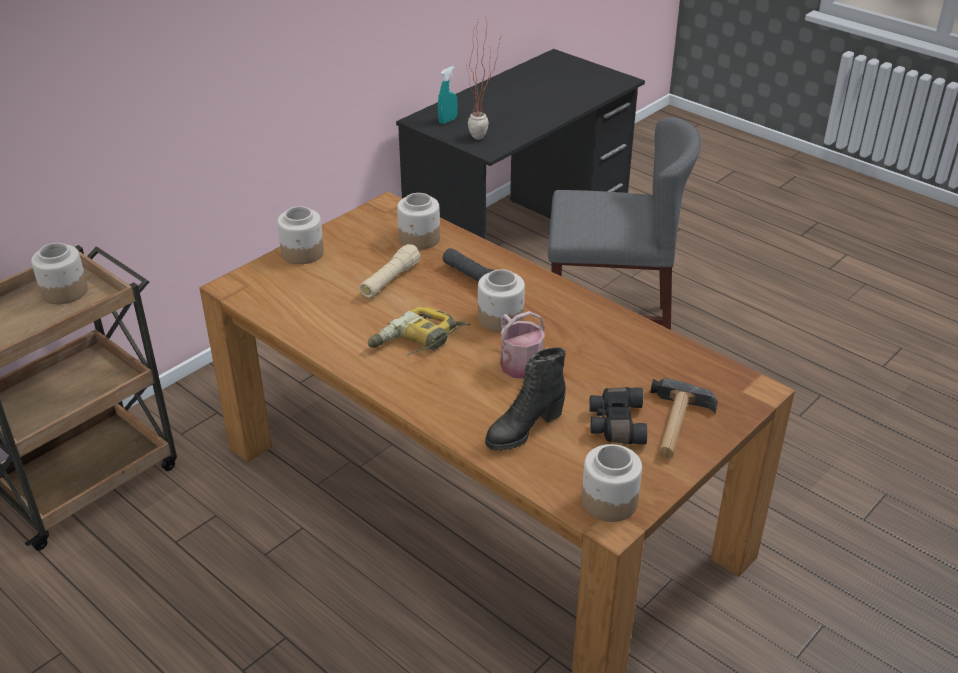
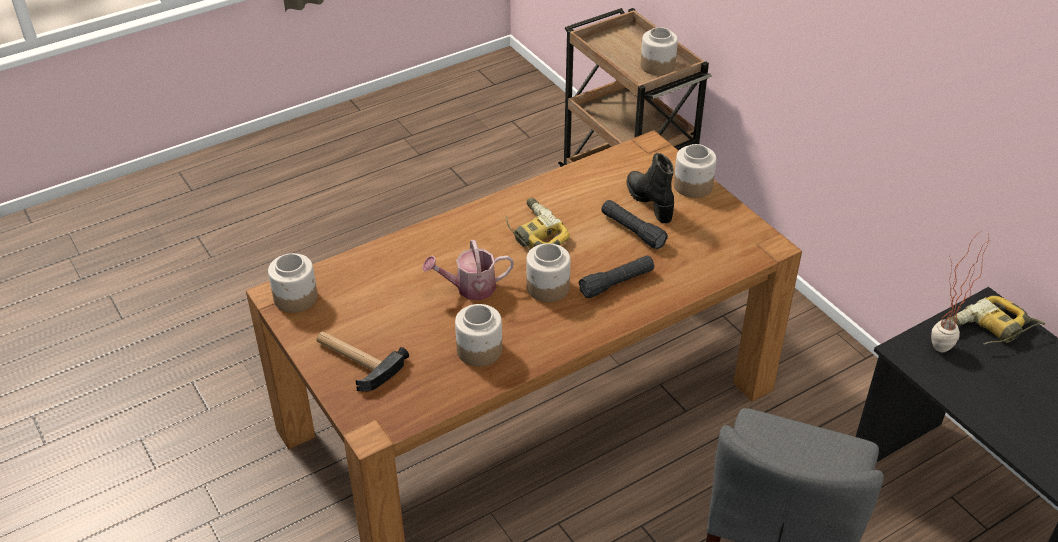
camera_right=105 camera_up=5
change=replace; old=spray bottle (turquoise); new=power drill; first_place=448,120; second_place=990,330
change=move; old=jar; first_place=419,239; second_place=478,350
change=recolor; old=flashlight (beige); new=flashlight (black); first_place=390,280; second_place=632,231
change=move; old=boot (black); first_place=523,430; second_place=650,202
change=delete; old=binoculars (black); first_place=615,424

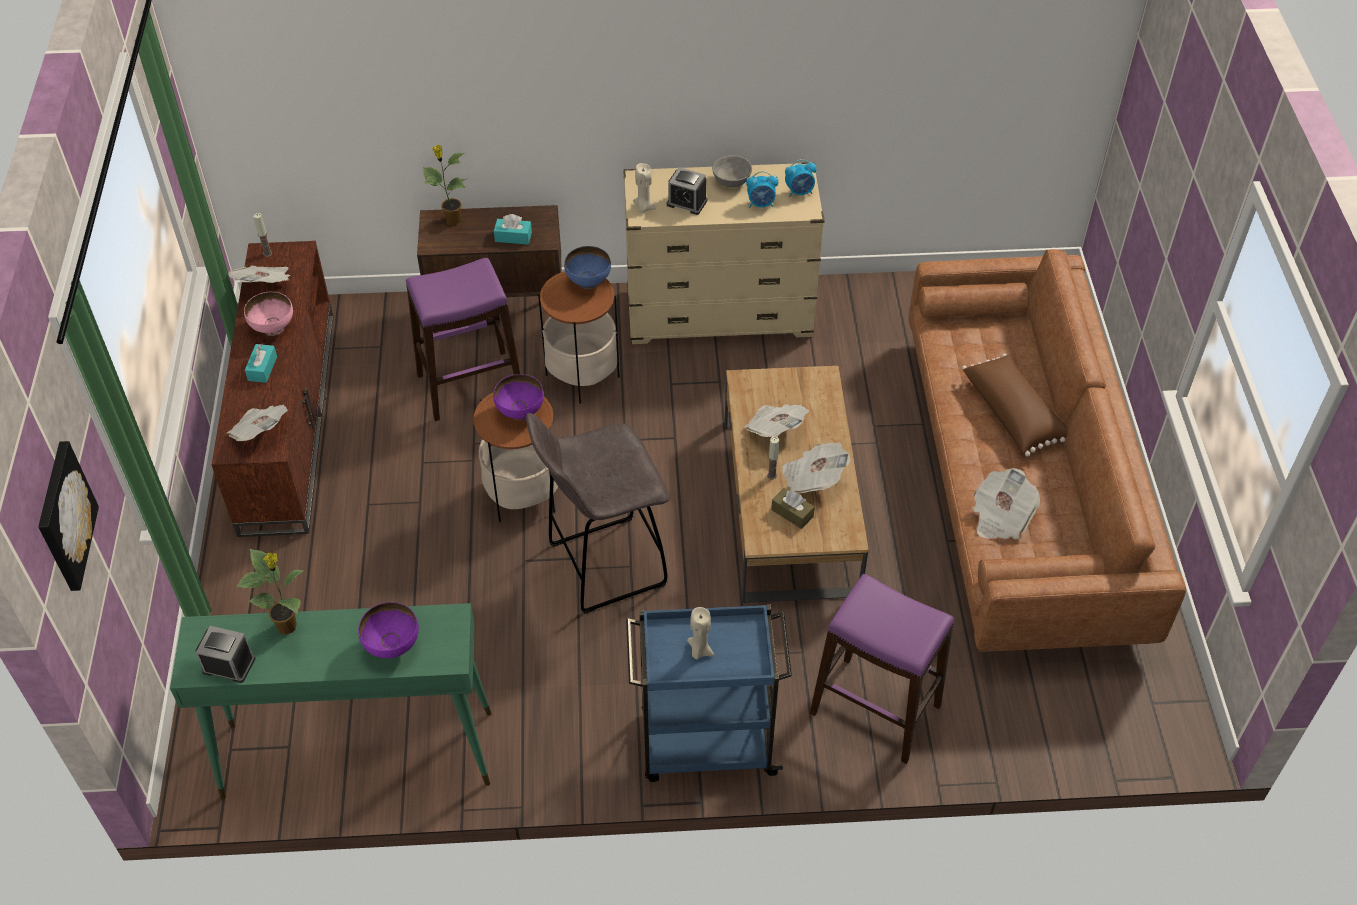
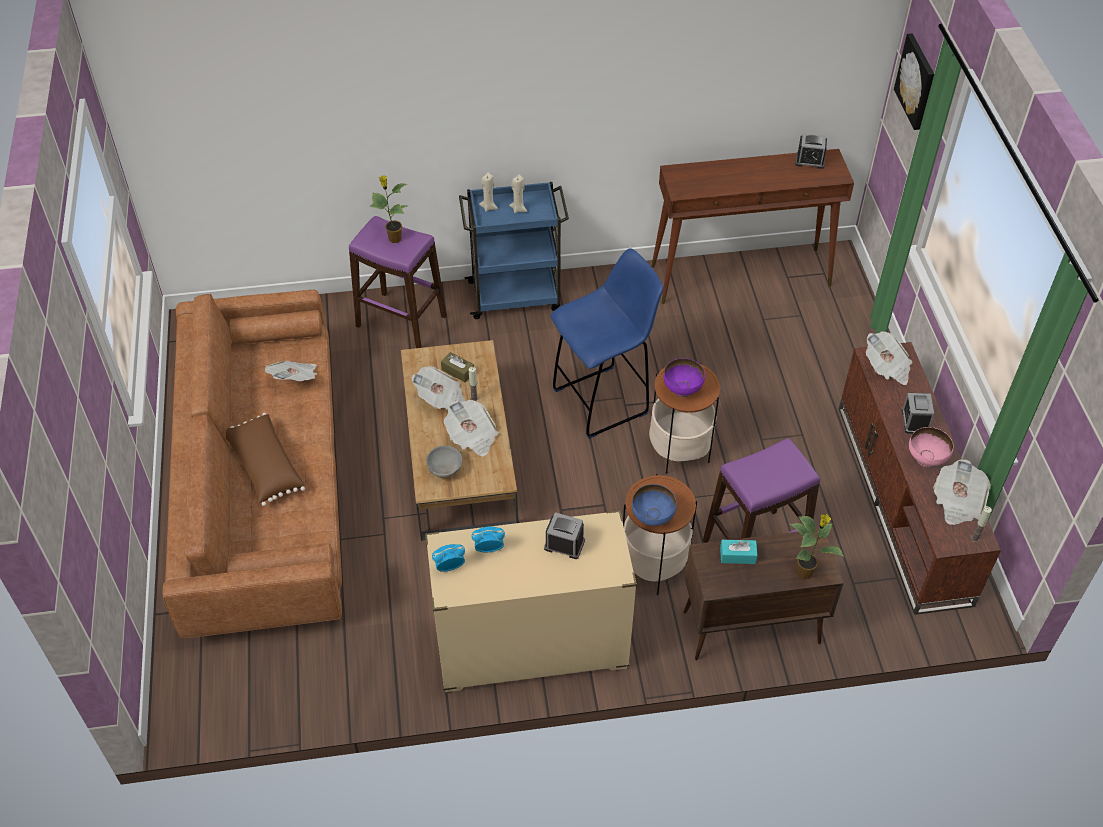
camera_right=175 camera_up=0
change=move; old=bowl (grey); first_place=731,182; second_place=445,470
change=move; old=candle (beige); first_place=643,208; second_place=489,207
change=replace; old=tissue box (turquoise); new=alarm clock; first_place=262,368; second_place=914,421
change=recolor; old=stool (grey); new=stool (blue); first_place=603,565; second_place=603,401
change=move; old=potted plant; first_place=288,626; second_place=394,238
change=delete; old=bowl (purple); first_place=392,646
change=recolor; old=console table (green); new=console table (brown); first_place=356,754; second_place=741,275

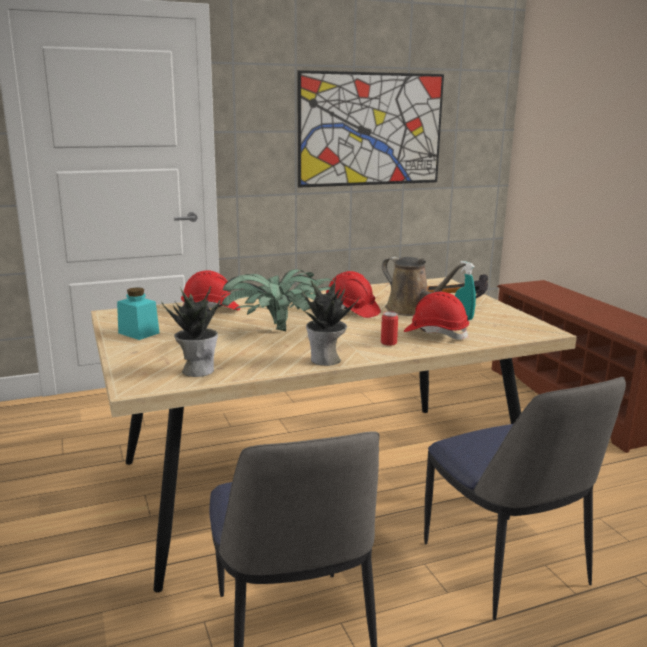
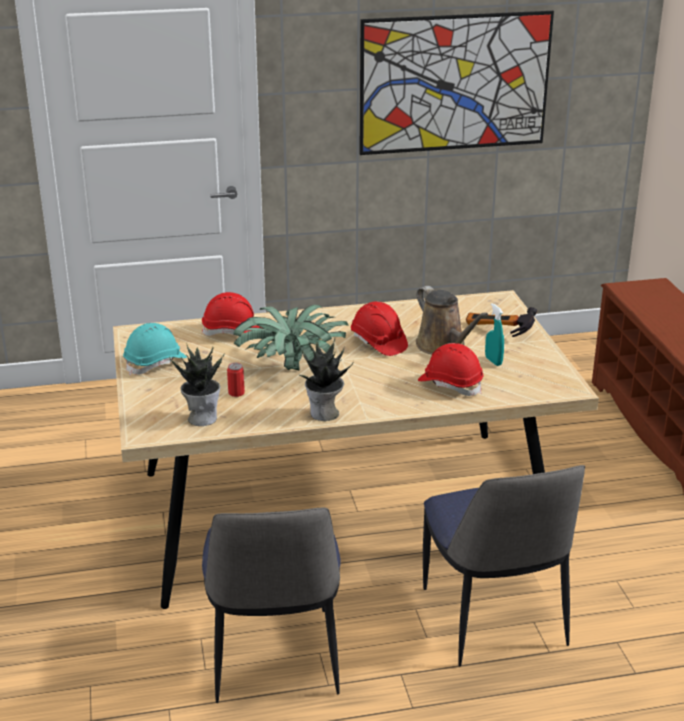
camera_right=10 camera_up=10
change=replace; old=jar (turquoise); new=hard hat (turquoise); first_place=139,333; second_place=155,363
change=move; old=can; first_place=388,343; second_place=236,393

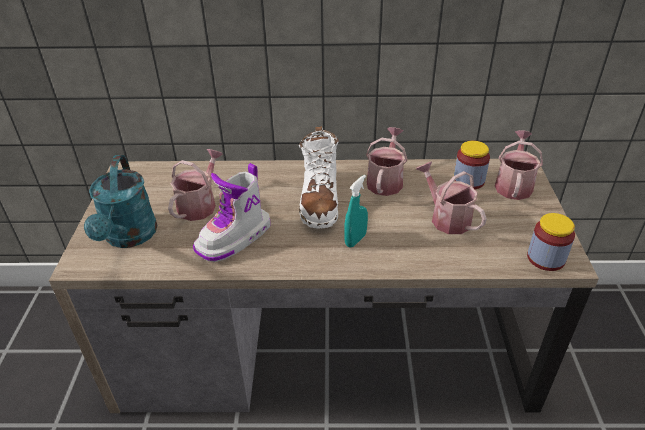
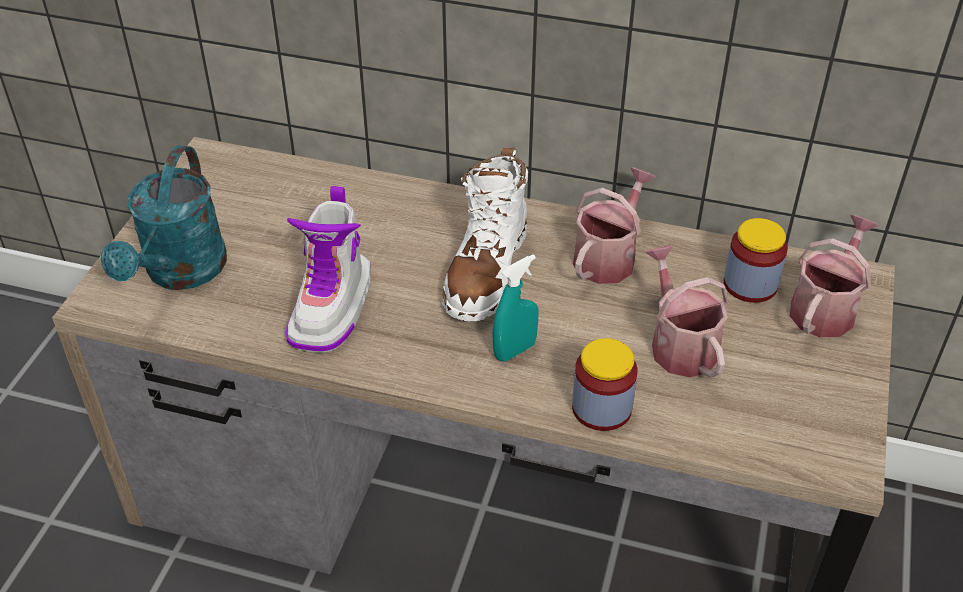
camera_right=15 camera_up=5
change=delete; old=watering can; first_place=200,204
change=rotate; old=boot; first_place=235,238; second_place=332,308; degrees=-45
change=move; old=jar; first_place=546,258; second_place=601,408

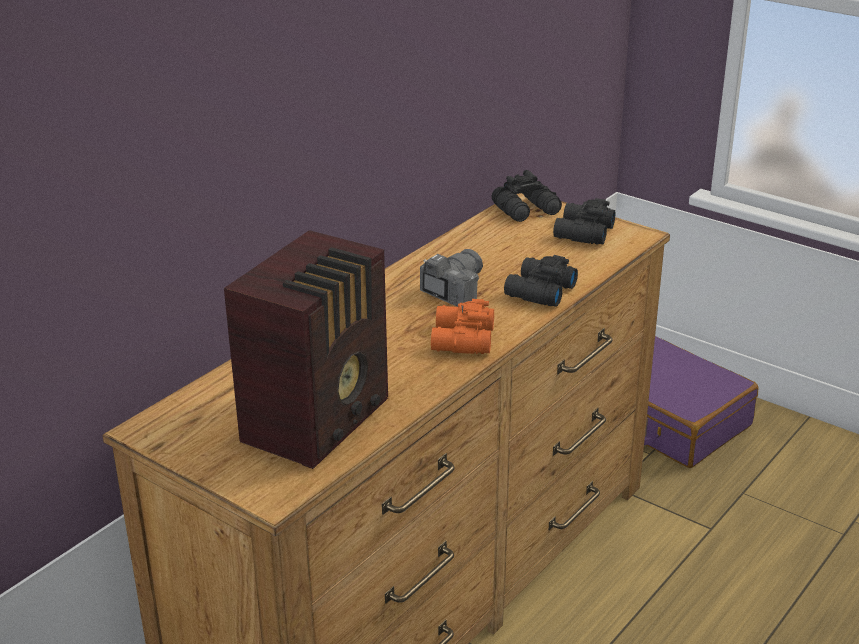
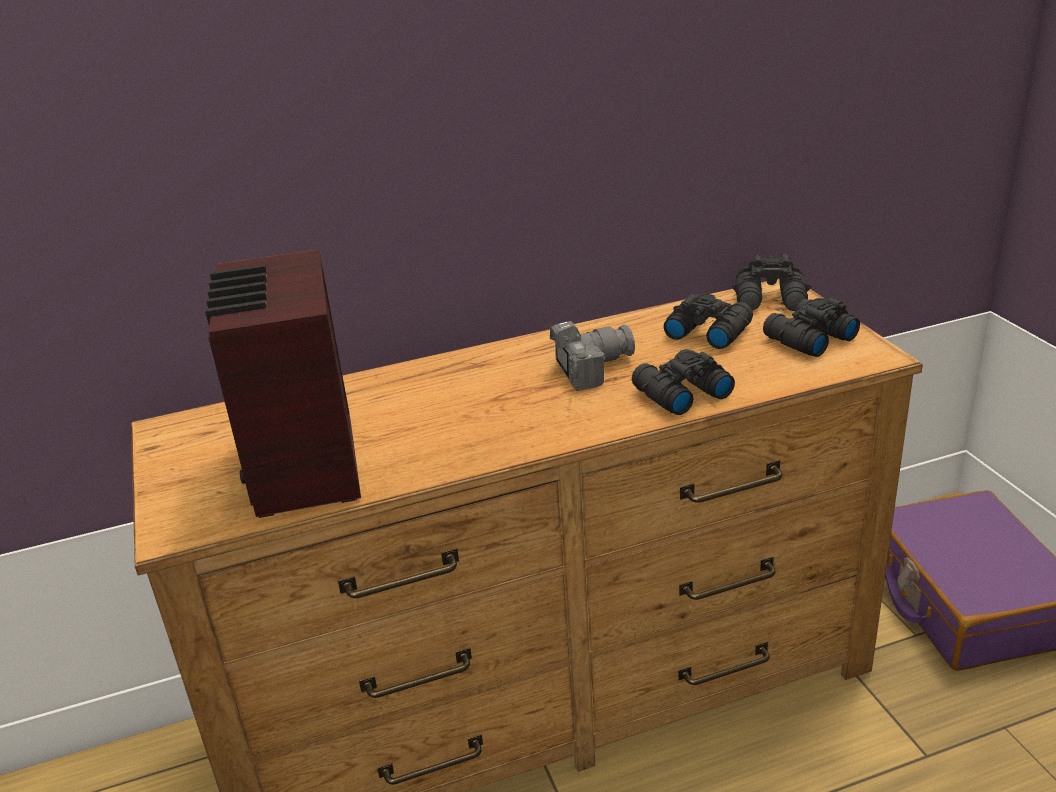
camera_right=35 camera_up=0
change=rotate; old=radio; first_place=320,420; second_place=303,468; degrees=105
change=delete; old=binoculars (orange); first_place=461,340
change=insert; new=binoculars (black); second_place=707,331

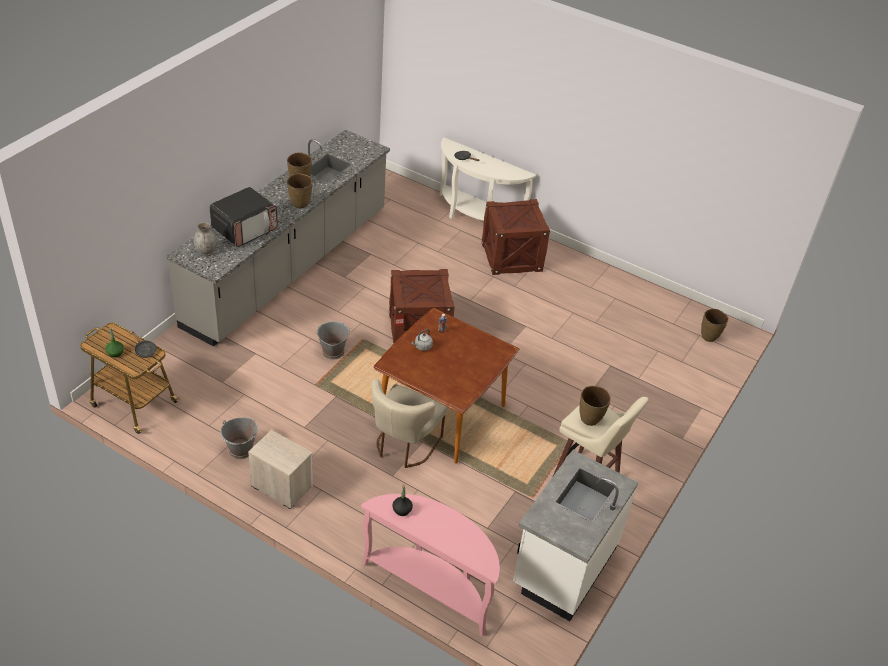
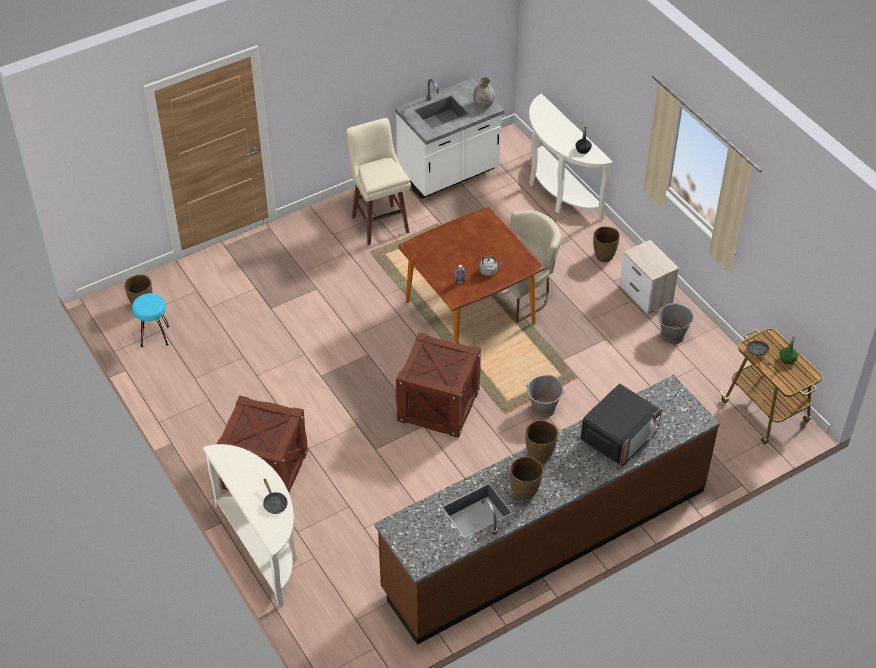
camera_right=-150 camera_up=5
change=recolor; old=counter (grey); new=counter (brown); first_place=289,267; second_place=545,539
change=rotate; old=microwave; first_place=245,229; second_place=619,436; degrees=150
change=move; old=vase (grey); first_place=206,250; second_place=483,104
change=move; old=vase (brown); first_place=590,419; second_place=604,256
change=recolor; old=console table (pink); new=console table (white); first_place=431,586; second_place=557,191
change=insert; new=stool (turquoise); second_place=154,336

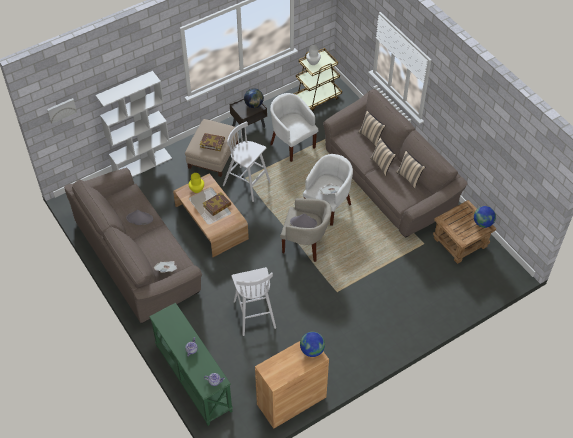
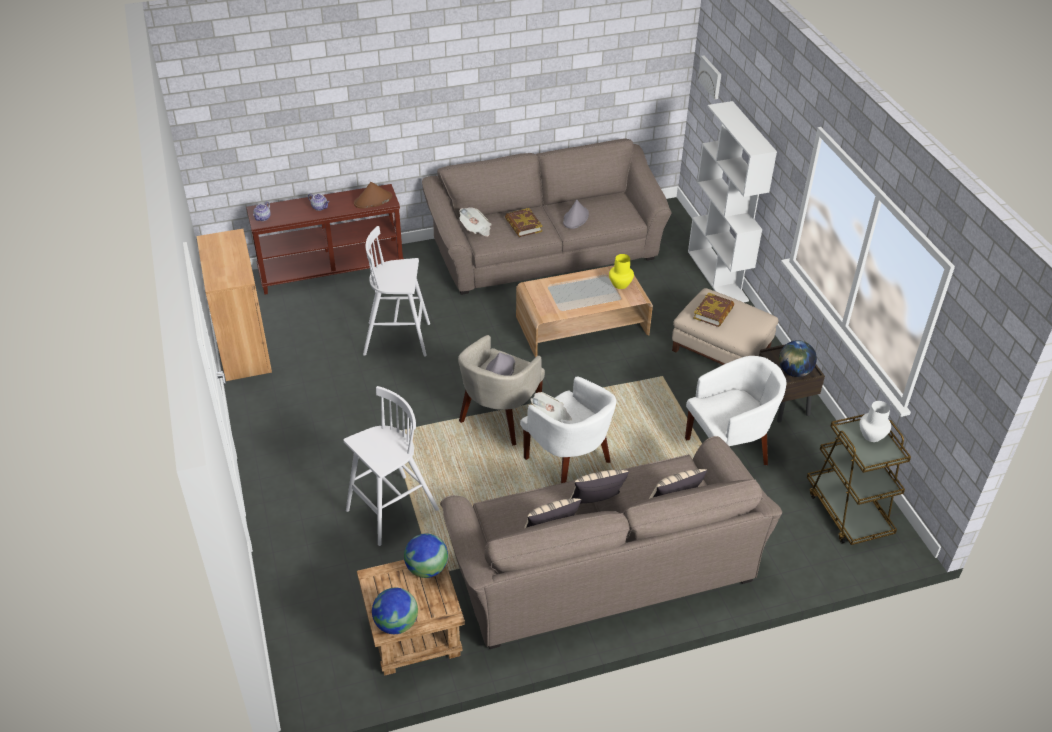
camera_right=105 camera_up=-10
change=move; old=stool (white); first_place=247,184; second_place=390,511
change=move; old=book; first_place=217,206; second_place=523,225
change=recolor; old=console table (green); new=console table (brown); first_place=192,378; second_place=332,270
change=move; old=globe; first_place=312,350; second_place=427,569
change=insert; new=hat (brown); second_place=373,200

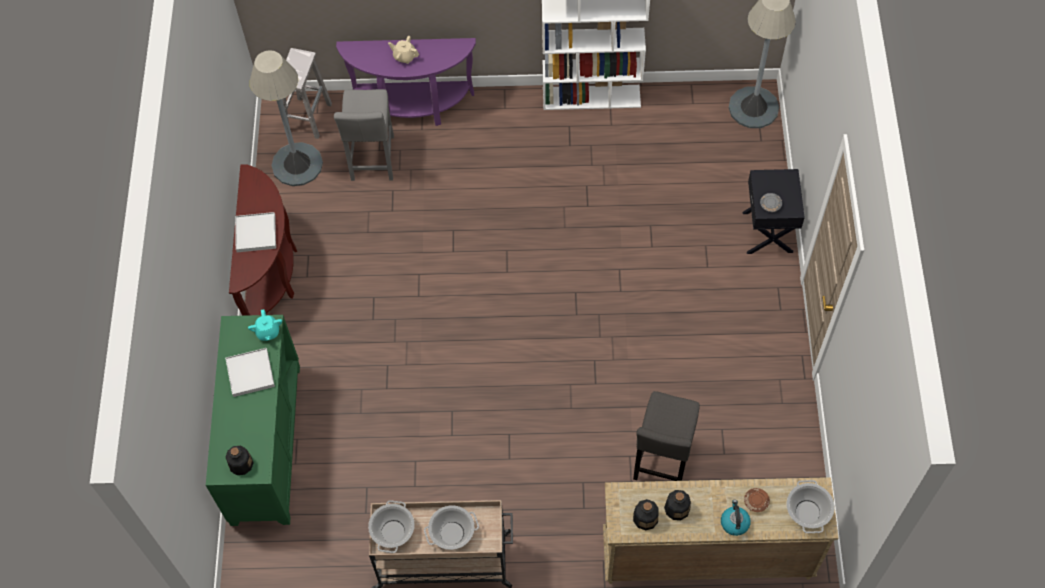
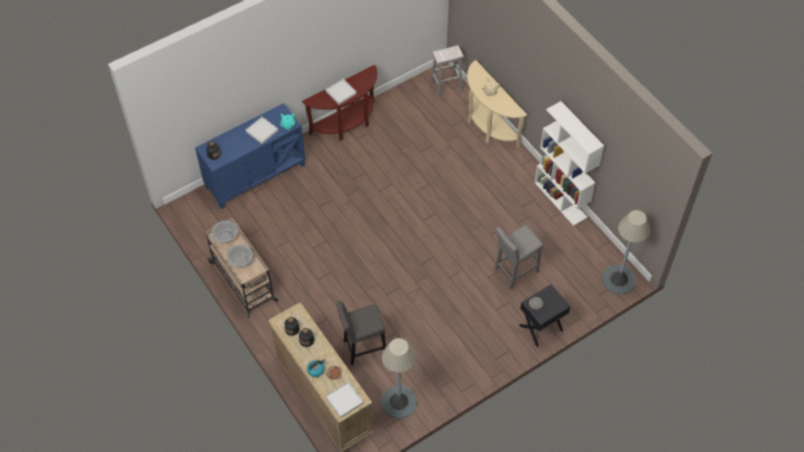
camera_right=55 camera_up=-5
change=recolor; old=console table (purple); new=console table (beige); first_place=413,107; second_place=488,126
change=move; old=floor lamp (grey); first_place=297,164; second_place=399,402
change=move; old=stool (grey); first_place=373,161; second_place=514,272
change=recolor; old=cabinet (green); new=cabinet (blue); first_place=265,444; second_place=255,175
change=replace; old=cooking pot; new=tray (white); first_place=807,511; second_place=344,400

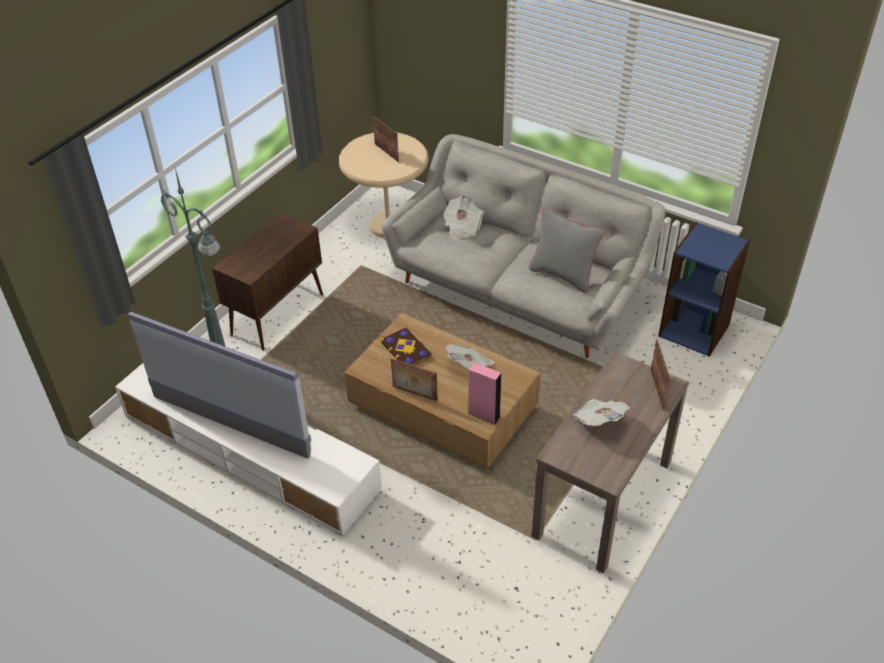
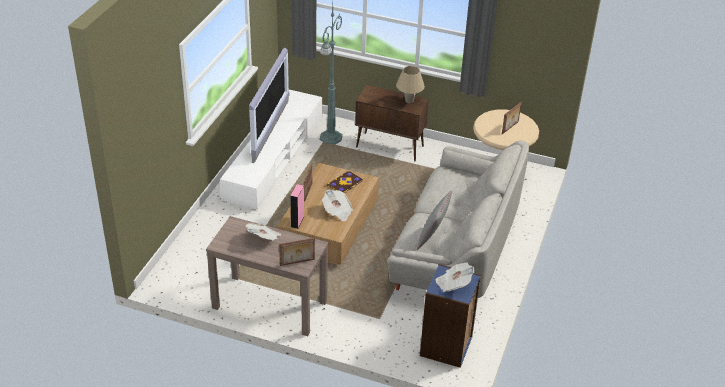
camera_right=75 camera_up=-5
change=move; old=newspaper; first_place=462,227; second_place=453,284
change=insert; new=table lamp (beige); second_place=409,100

